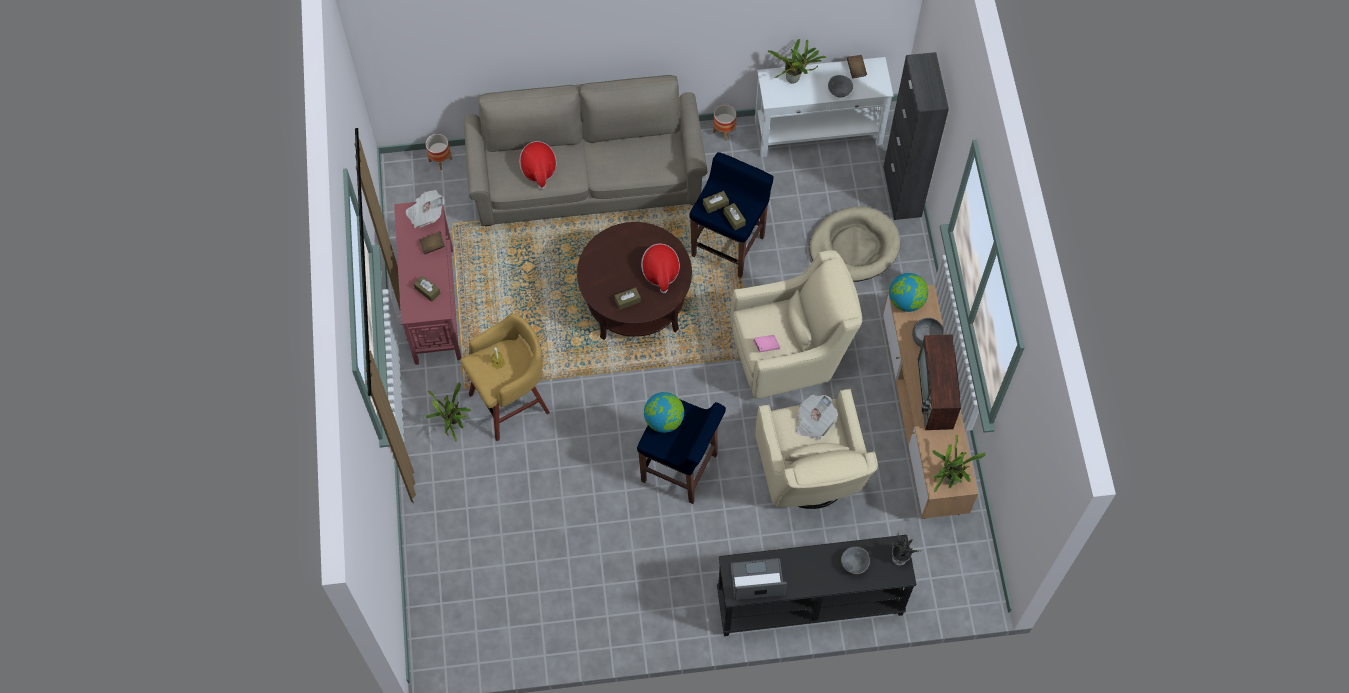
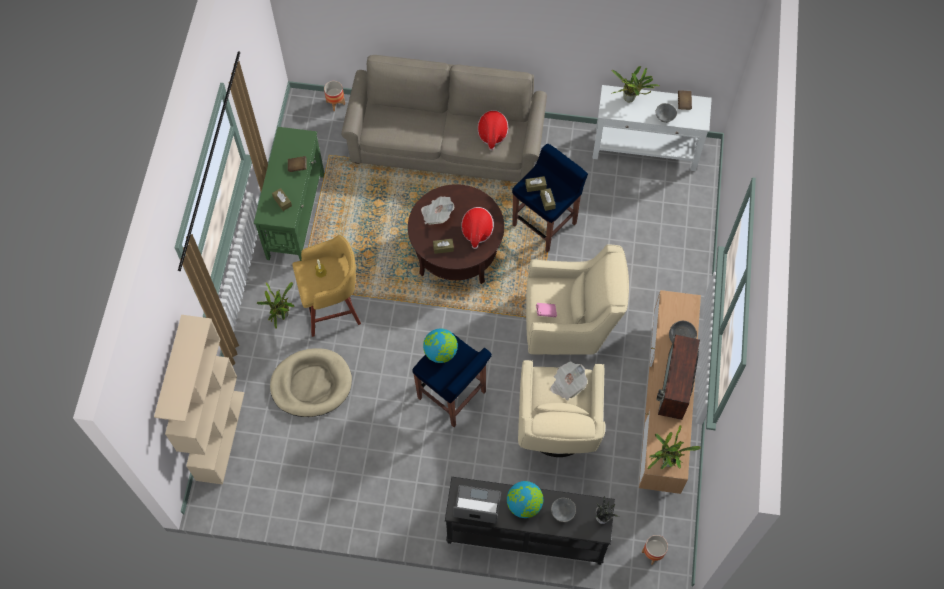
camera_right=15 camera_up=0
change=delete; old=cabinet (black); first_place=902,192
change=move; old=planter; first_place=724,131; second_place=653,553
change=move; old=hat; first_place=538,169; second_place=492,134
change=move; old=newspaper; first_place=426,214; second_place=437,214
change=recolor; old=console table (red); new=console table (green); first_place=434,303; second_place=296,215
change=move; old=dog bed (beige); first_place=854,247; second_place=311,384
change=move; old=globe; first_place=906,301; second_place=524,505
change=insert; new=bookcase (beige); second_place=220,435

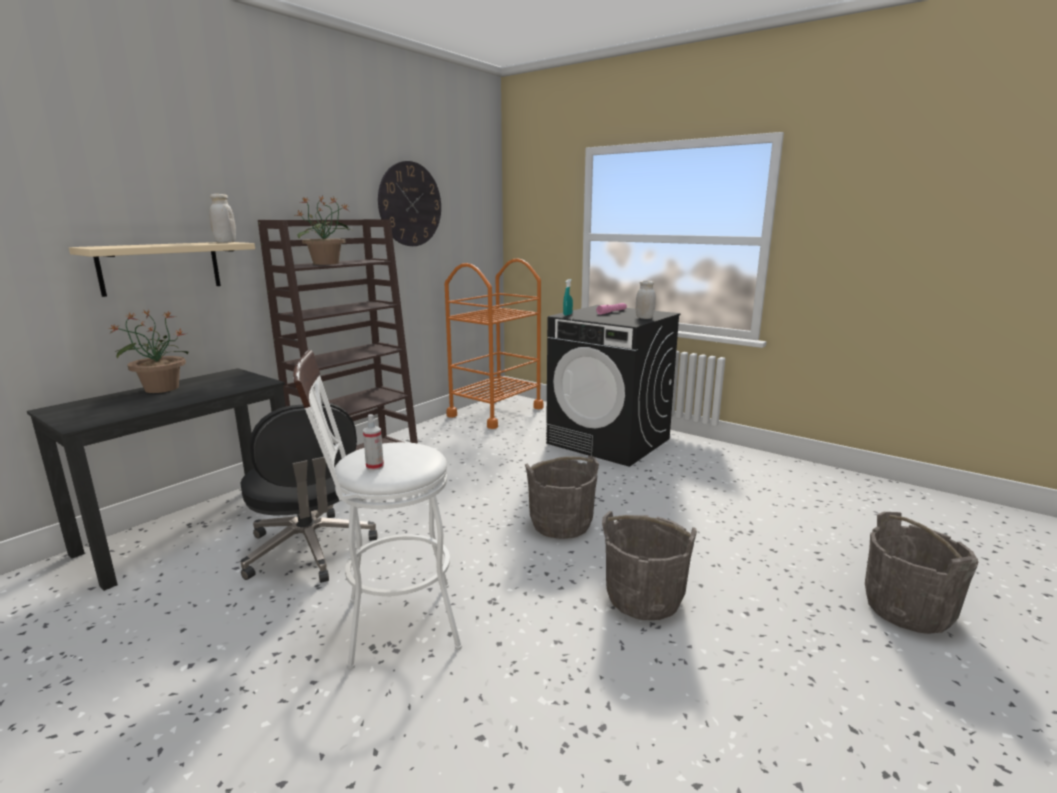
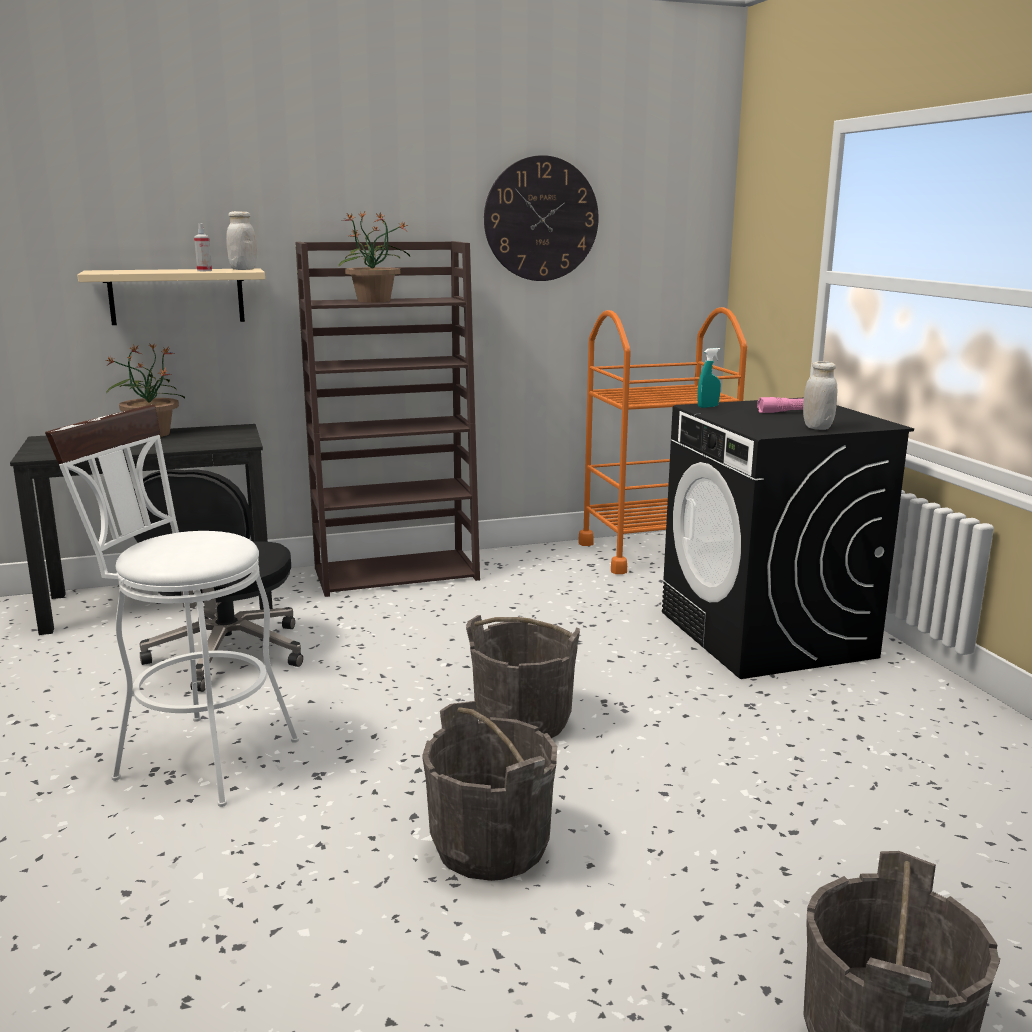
camera_right=35 camera_up=0
change=move; old=spray bottle; first_place=375,467; second_place=204,271

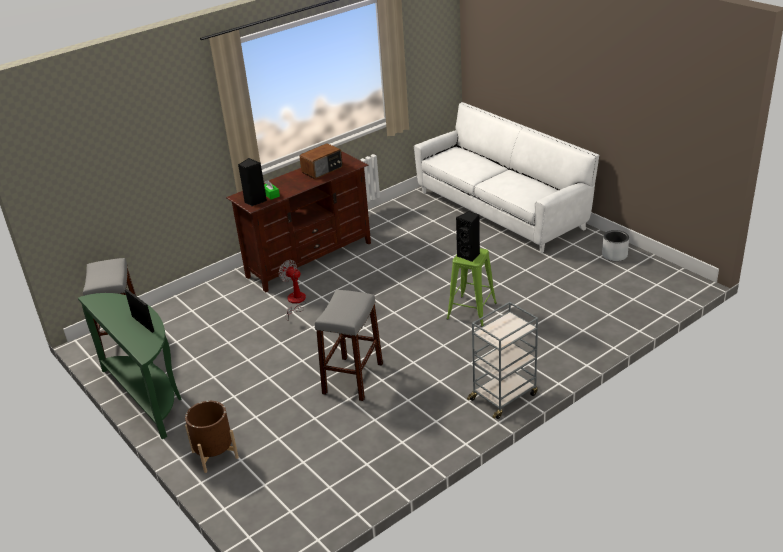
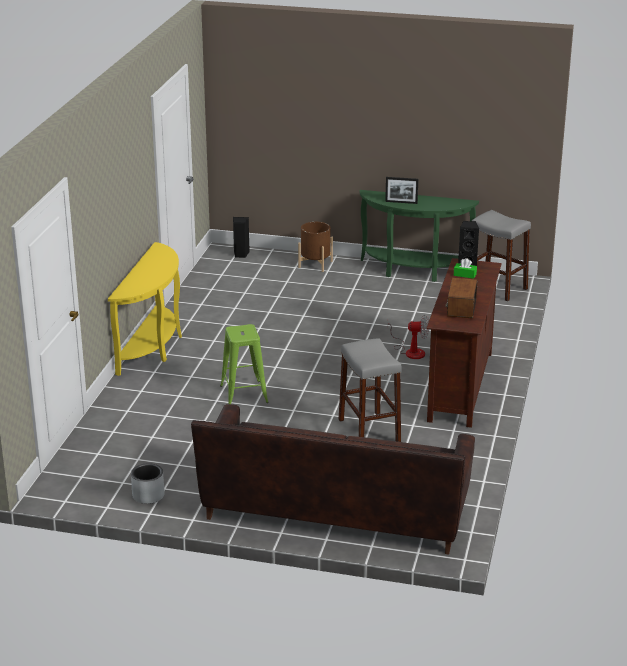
camera_right=140 camera_up=-5
change=recolor; old=sofa (white); new=sofa (brown); first_place=500,210; second_place=335,511
change=move; old=speaker (black); first_place=469,255; second_place=240,254
change=move; old=stool (grey); first_place=353,378; second_place=369,431
change=replace; old=cart (grey); new=console table (yellow); first_place=504,396; second_place=154,347

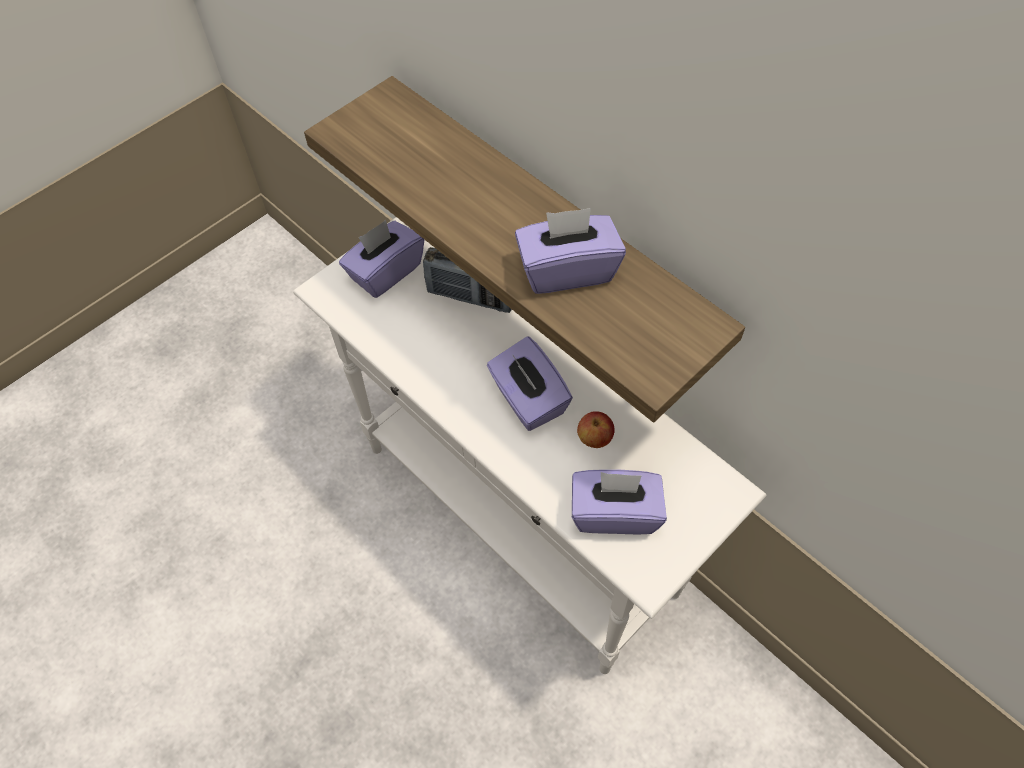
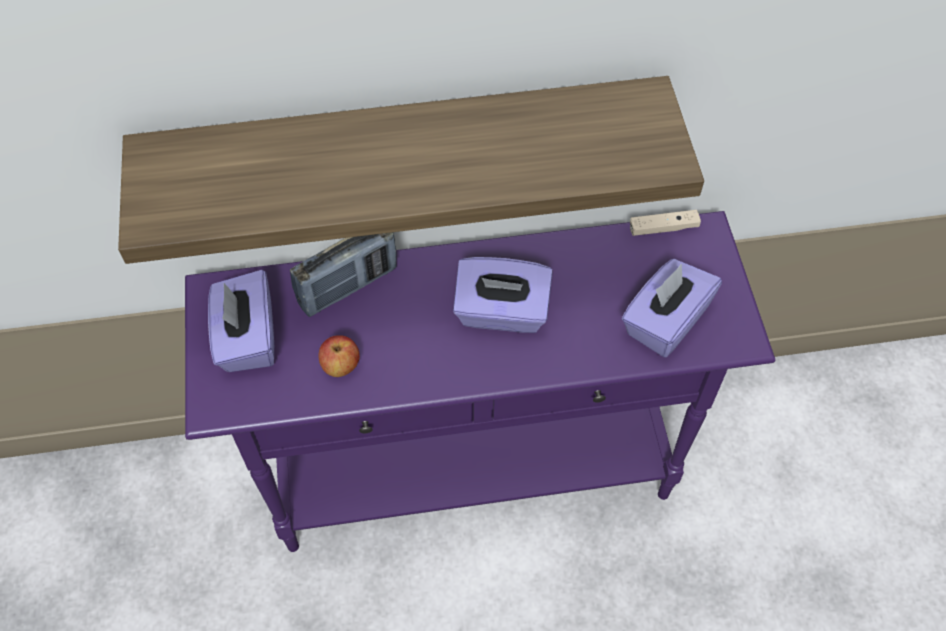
camera_right=-55 camera_up=0
change=delete; old=tissue box (purple); first_place=567,270
change=recolor; old=console table (white); new=console table (purple); first_place=518,520; second_place=474,468
change=move; old=apple; first_place=594,438; second_place=340,366
change=insert; new=game controller (beige); second_place=663,228

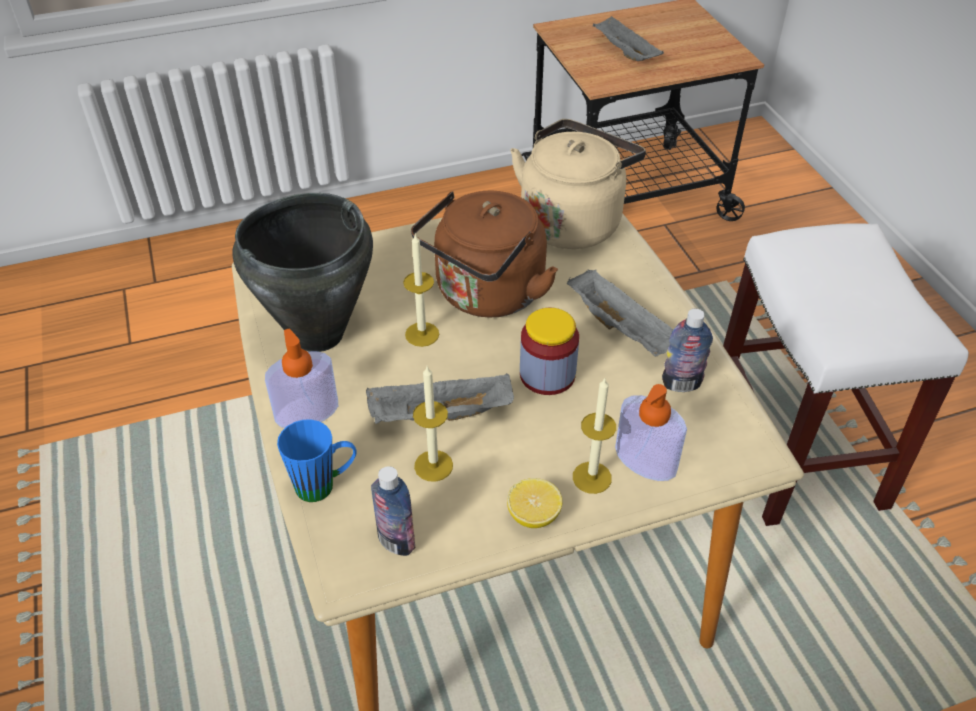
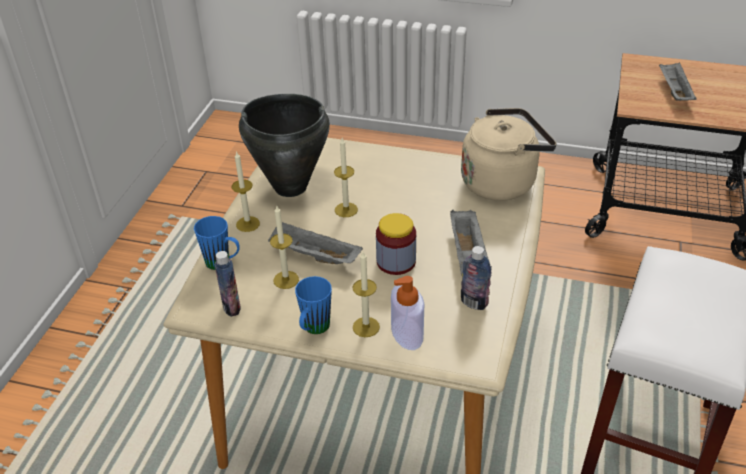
camera_right=35 camera_up=-5
change=delete; old=kettle (brown); first_place=486,295
change=replace; old=soap dispenser; new=candle; first_place=307,412; second_place=248,224
change=replace; old=lemon; new=mug (blue); first_place=533,515; second_place=314,330

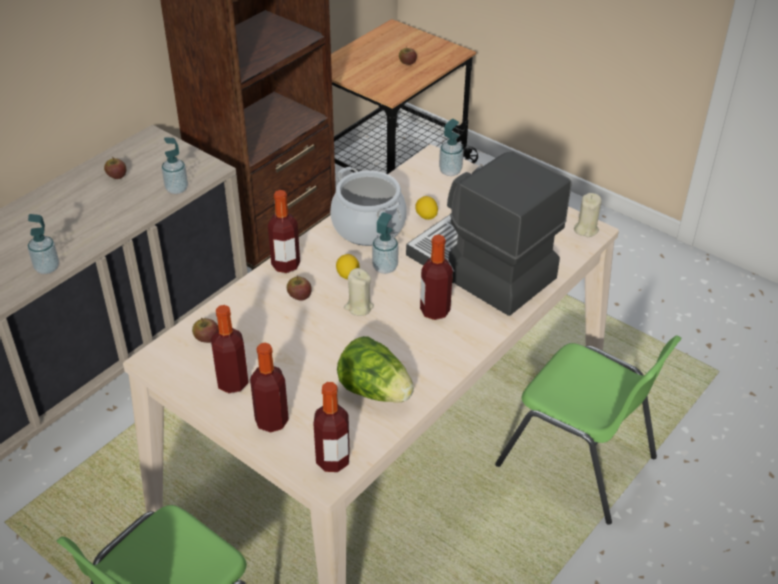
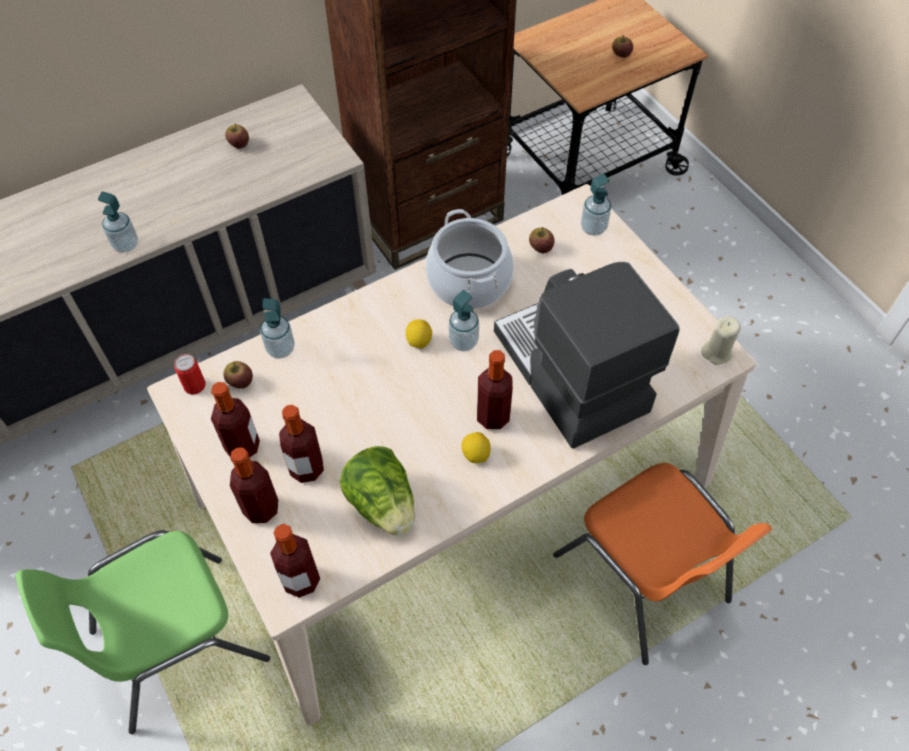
camera_right=20 camera_up=15
change=move; old=soap dispenser; first_place=177,189; second_place=280,349
change=move; old=bottle; first_place=285,265; second_place=306,468
change=move; old=lemon; first_place=426,216; second_place=475,454
change=delete; old=candle (beige); first_place=358,307
change=move; old=apple; first_place=299,296; second_place=540,247
change=recolor; old=chair (green); new=chair (orange); first_place=578,462; second_place=643,579
change=insert; new=can; second_place=194,385

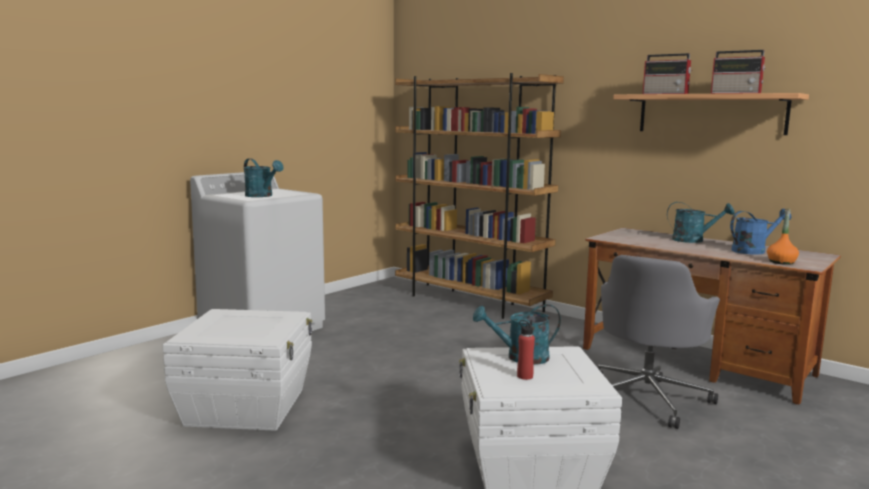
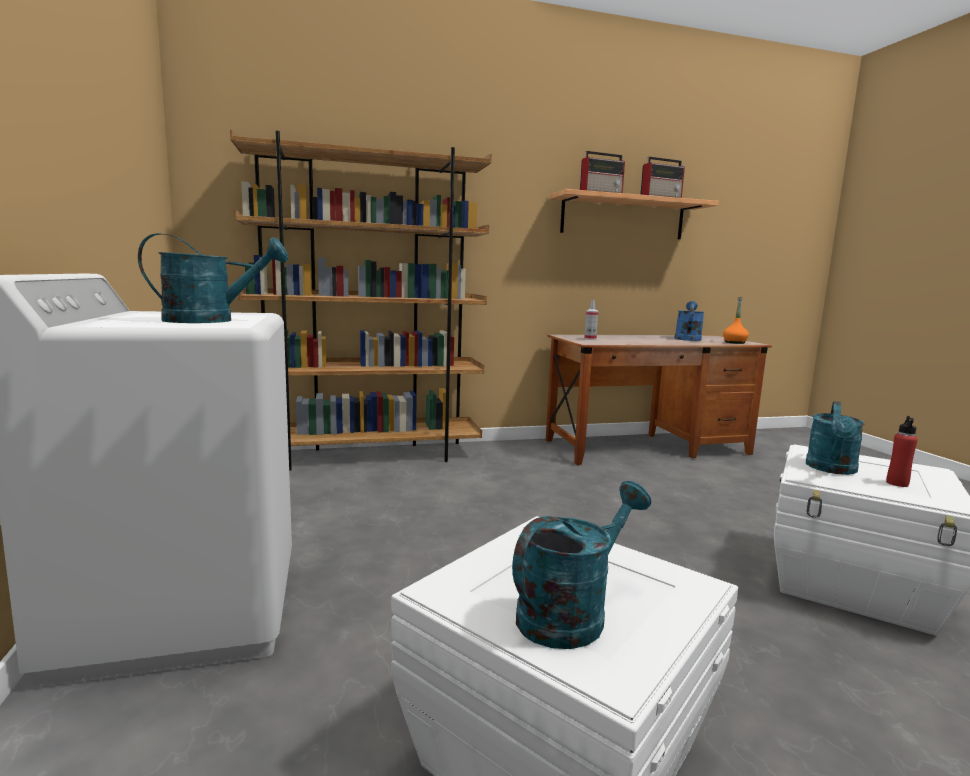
camera_right=-55 camera_up=0
change=move; old=watering can (turquoise); first_place=694,240; second_place=571,613
change=delete; old=office chair (grey); first_place=647,398
change=insert; new=spray bottle; second_place=590,339

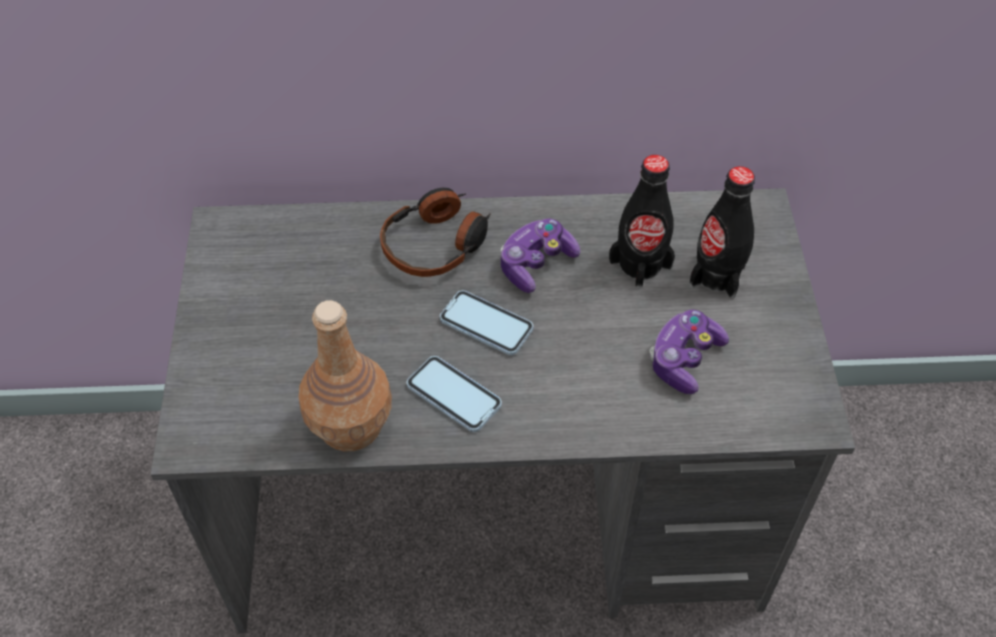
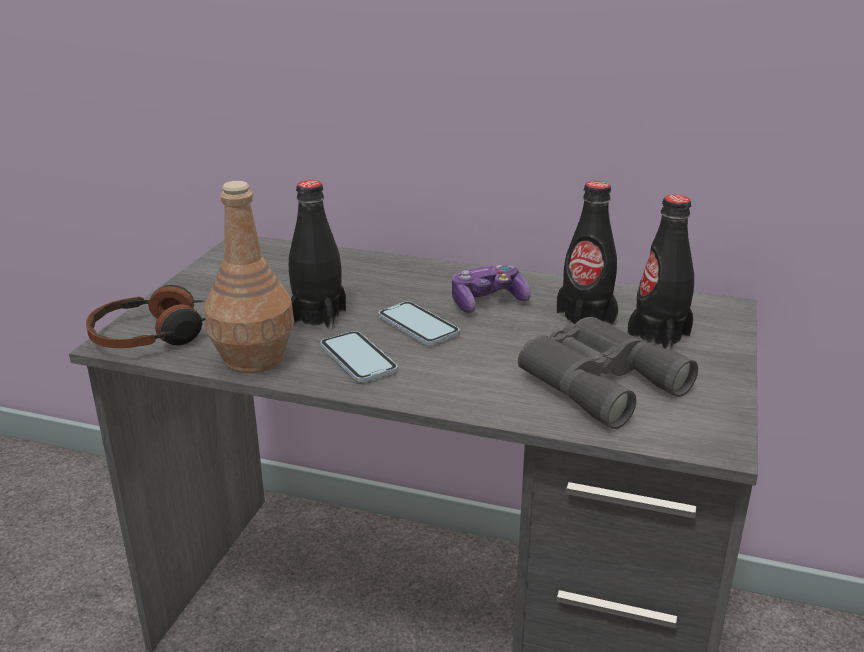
camera_right=20 camera_up=-25
change=move; old=headphones; first_place=436,244; second_place=151,336
change=replace; old=game controller; new=binoculars (grey); first_place=684,359; second_place=595,379
change=insert; new=bottle (black); second_place=318,316

